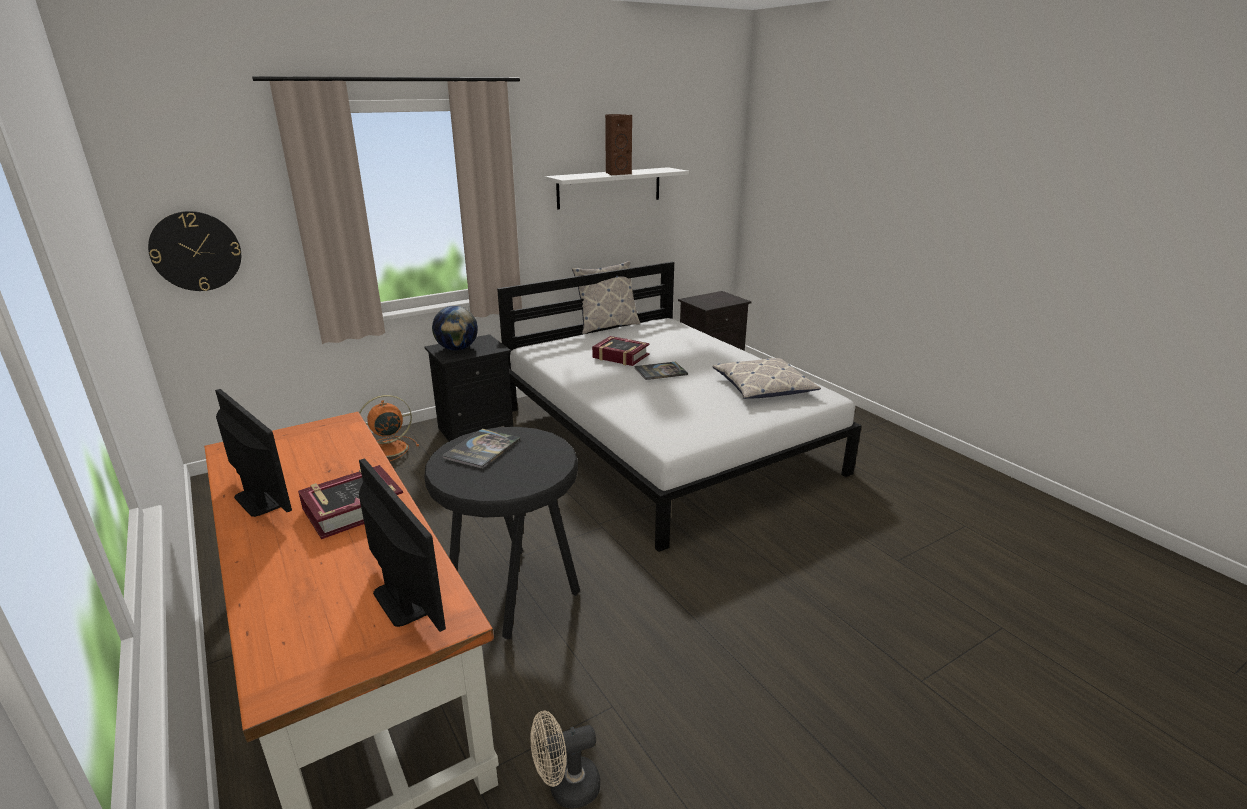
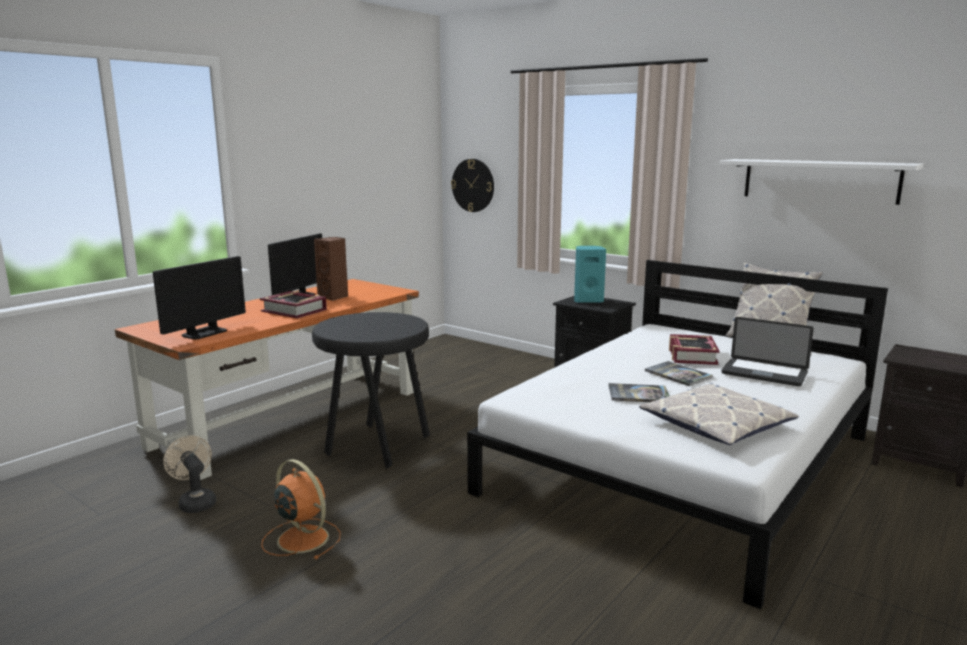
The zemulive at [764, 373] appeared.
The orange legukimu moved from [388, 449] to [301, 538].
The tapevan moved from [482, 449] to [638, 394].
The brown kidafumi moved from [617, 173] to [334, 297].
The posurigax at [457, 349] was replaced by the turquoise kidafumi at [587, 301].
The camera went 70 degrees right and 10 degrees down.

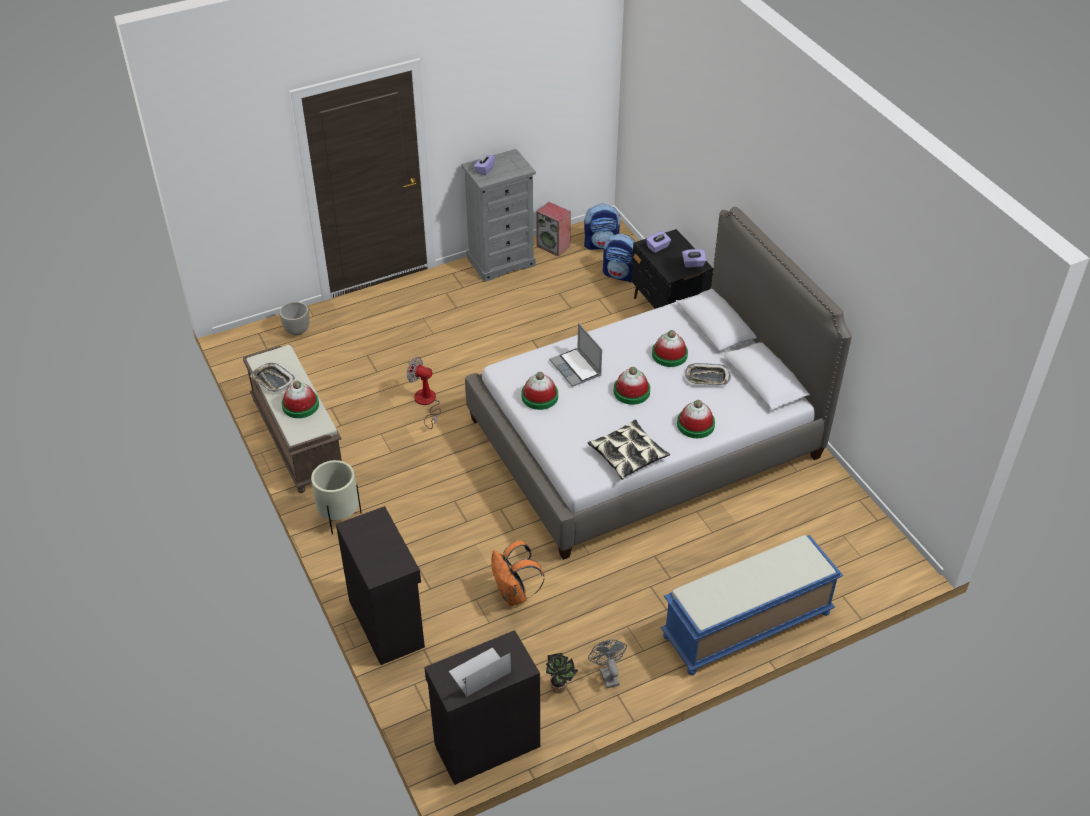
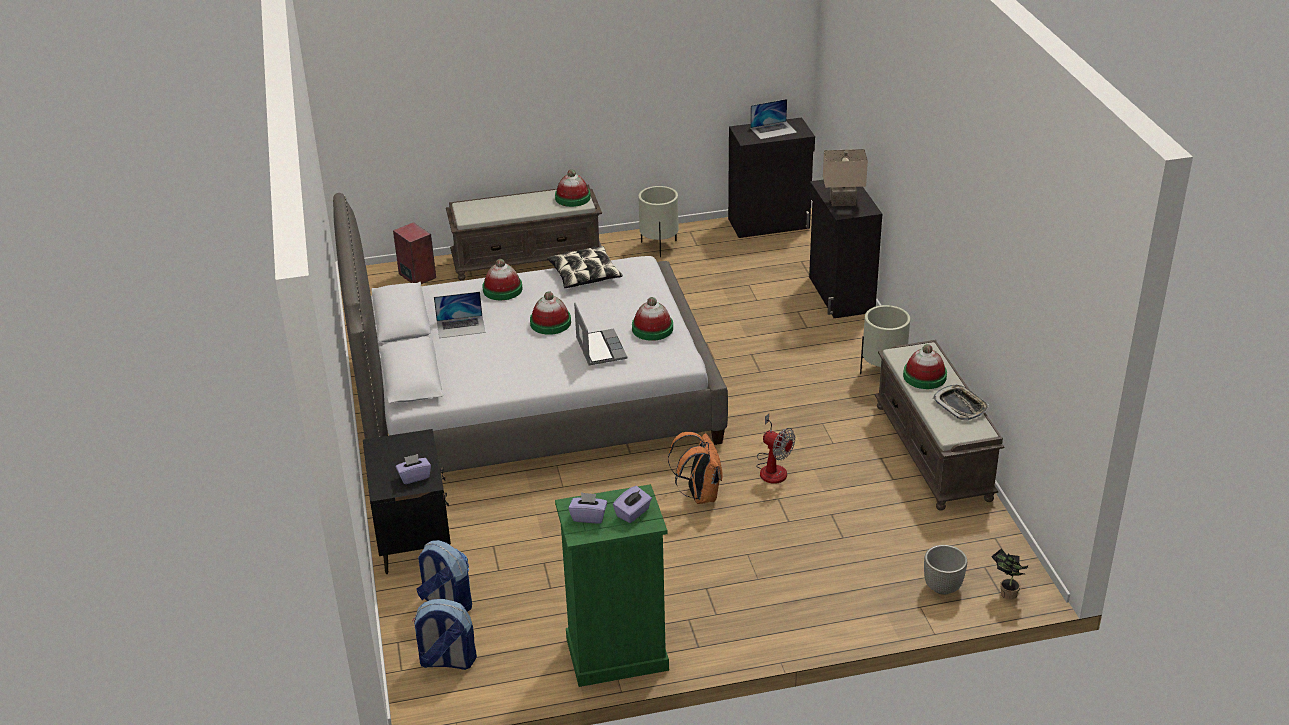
The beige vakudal at [842, 202] appeared.
The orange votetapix moved from [514, 594] to [699, 495].
The kidafumi moved from [554, 246] to [416, 276].
The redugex moved from [560, 687] to [1006, 593].
The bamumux moved from [669, 354] to [572, 198].
The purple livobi moved from [693, 264] to [588, 517].
The grey legukimu at [607, 674] was replaced by the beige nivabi at [659, 246].
The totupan at [707, 377] was replaced by the zemulive at [461, 326].
The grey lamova at [501, 261] became the green lamova at [616, 654].
The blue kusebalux at [746, 626] became the brown kusebalux at [528, 258].
The camera went 165 degrees left and 10 degrees down.

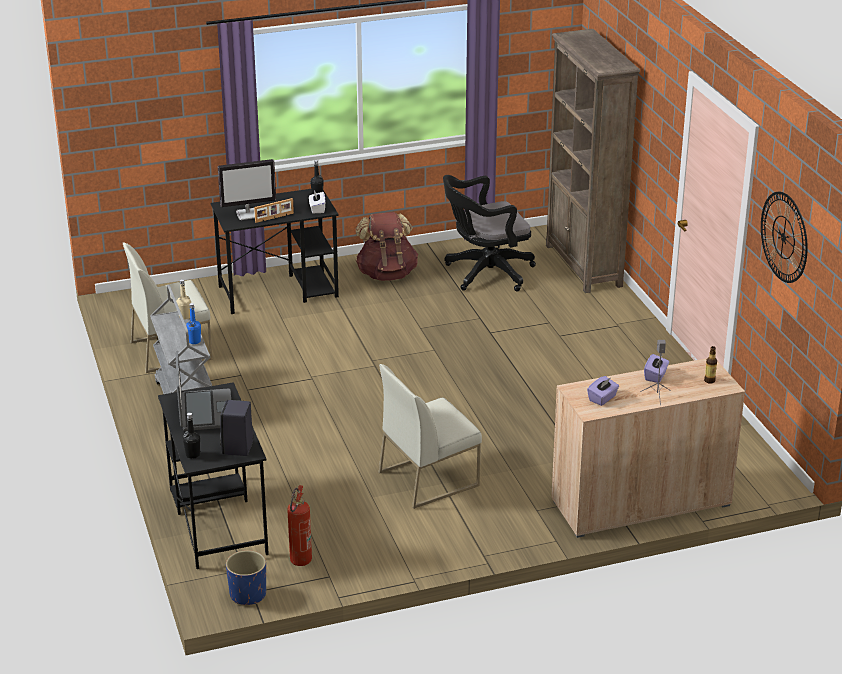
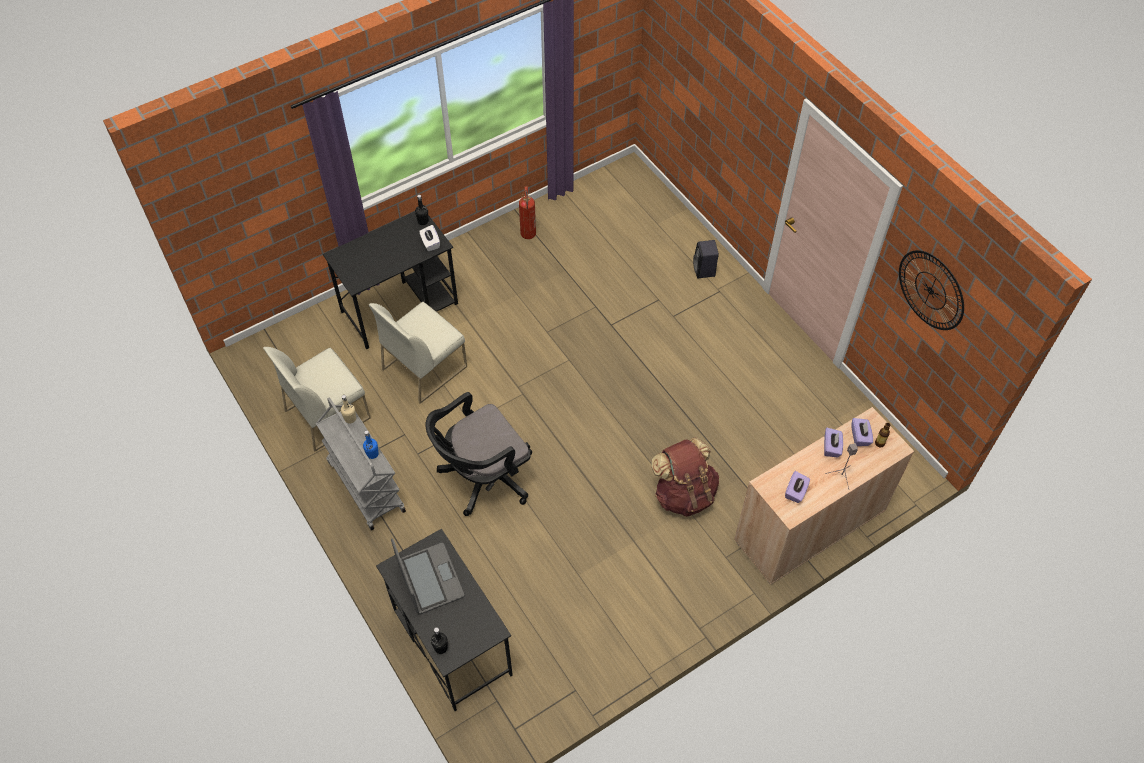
The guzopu at [248, 214] disappeared.
The blue nivabi at [248, 595] disappeared.
The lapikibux at [274, 218] disappeared.
The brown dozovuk at [583, 266] disappeared.
The purple livobi at [860, 437] appeared.
The black kidafumi moved from [237, 448] to [704, 270].
The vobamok moved from [299, 563] to [528, 237].
The brown votetapix moved from [386, 274] to [684, 493].
The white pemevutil moved from [429, 478] to [424, 367].
The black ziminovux moved from [485, 273] to [483, 478].
The camera went 15 degrees left and 25 degrees up.

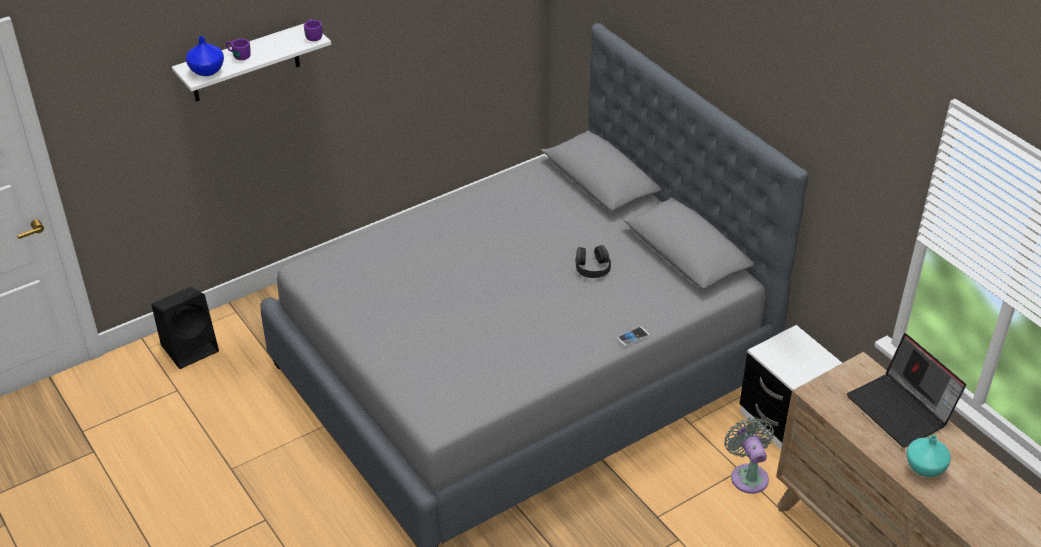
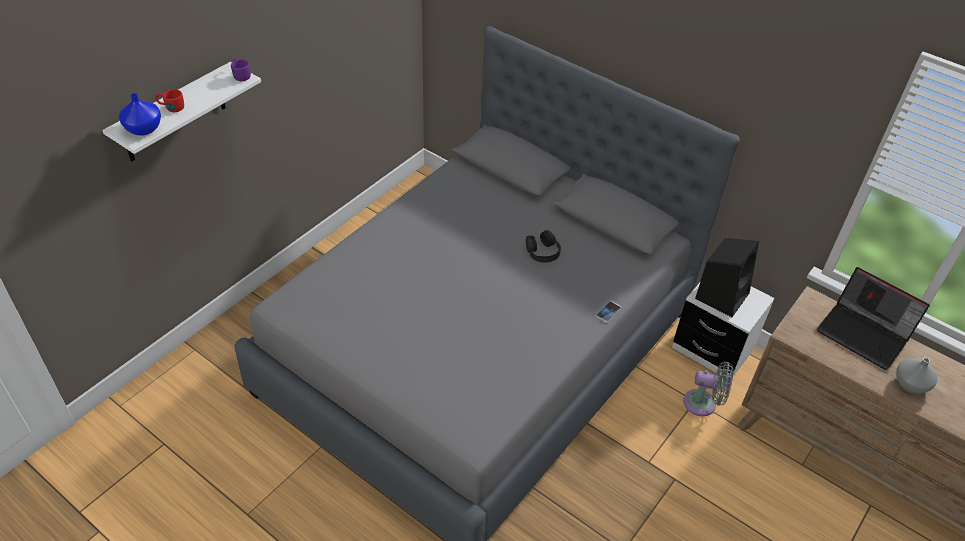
The black kidafumi moved from [191, 347] to [722, 295].
The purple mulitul at [238, 55] became the red mulitul at [171, 107].
The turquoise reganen at [924, 467] became the grey reganen at [910, 384].
The grey legukimu at [748, 475] turned 135 degrees clockwise.
The camera went 20 degrees left and 5 degrees up.

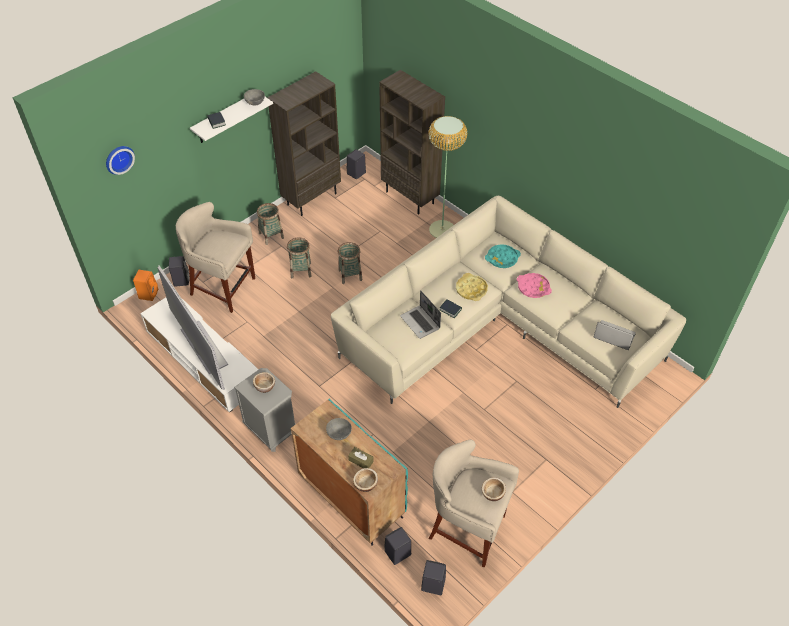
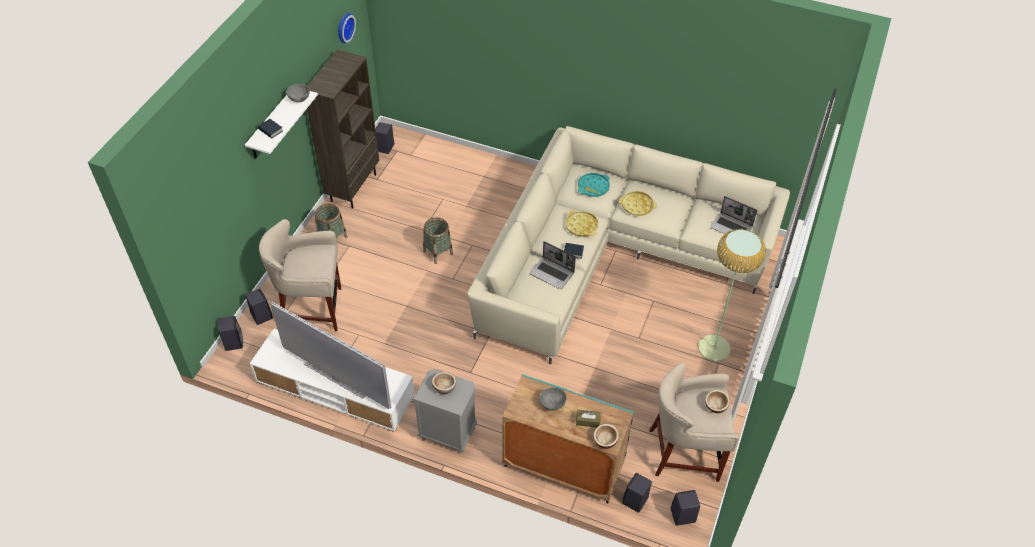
The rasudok at [301, 270] disappeared.
The brown dozovuk at [410, 197] disappeared.
The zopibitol moved from [118, 159] to [344, 27].
The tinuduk moved from [442, 230] to [714, 348].
The orange kidafumi at [148, 293] became the black kidafumi at [233, 342].
The pink totupan at [533, 287] became the yellow totupan at [637, 206].
The zemulive at [613, 336] turned 150 degrees counterclockwise.
The camera went 25 degrees left and 0 degrees up.

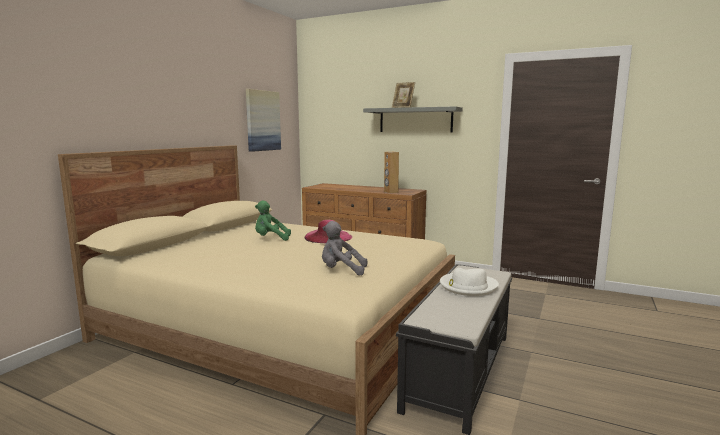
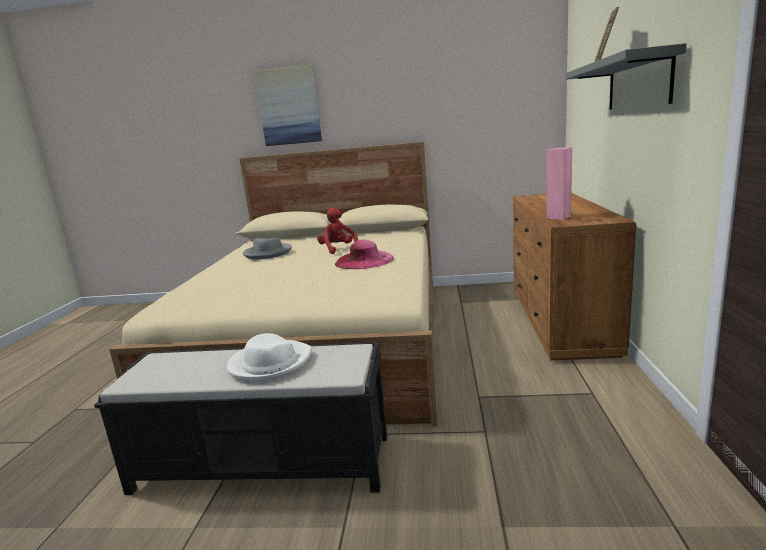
The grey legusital at [341, 271] disappeared.
The grey bamumux at [267, 253] appeared.
The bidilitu moved from [262, 120] to [289, 106].
The green legusital at [271, 239] became the red legusital at [338, 250].
The brown kidafumi at [391, 192] became the pink kidafumi at [558, 217].
The camera went 70 degrees right and 5 degrees up.

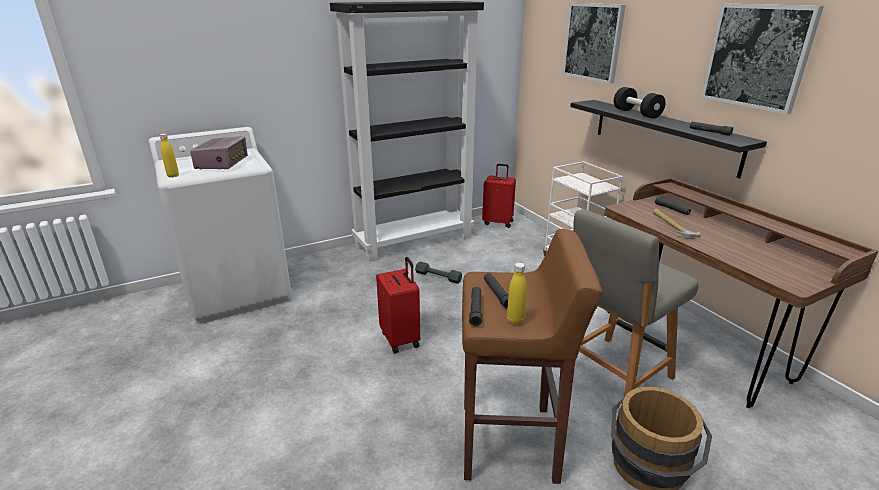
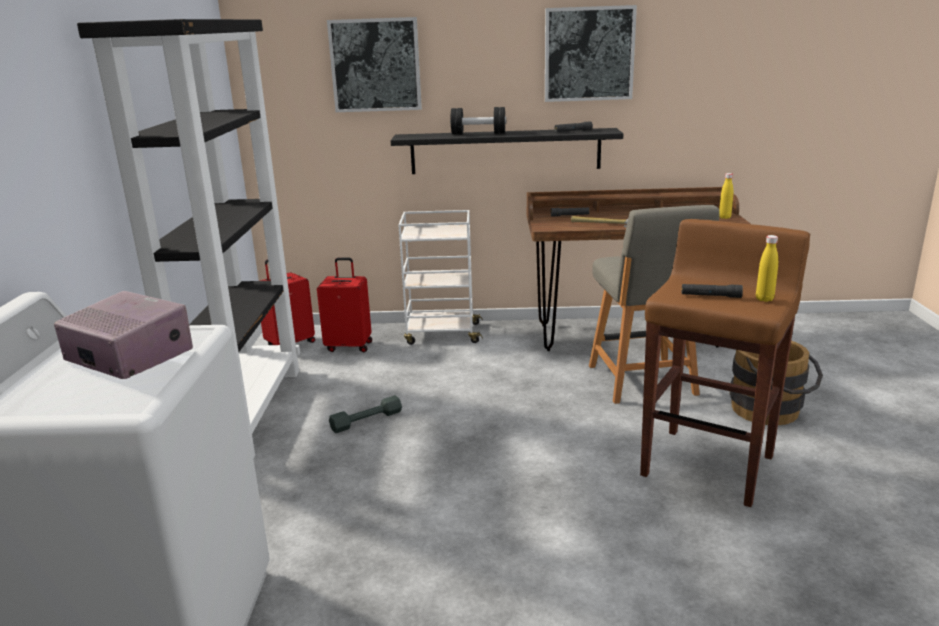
The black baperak at [475, 310] disappeared.
The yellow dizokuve moved from [173, 176] to [724, 217].
The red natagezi moved from [401, 339] to [349, 346].
The camera went 60 degrees left and 5 degrees down.

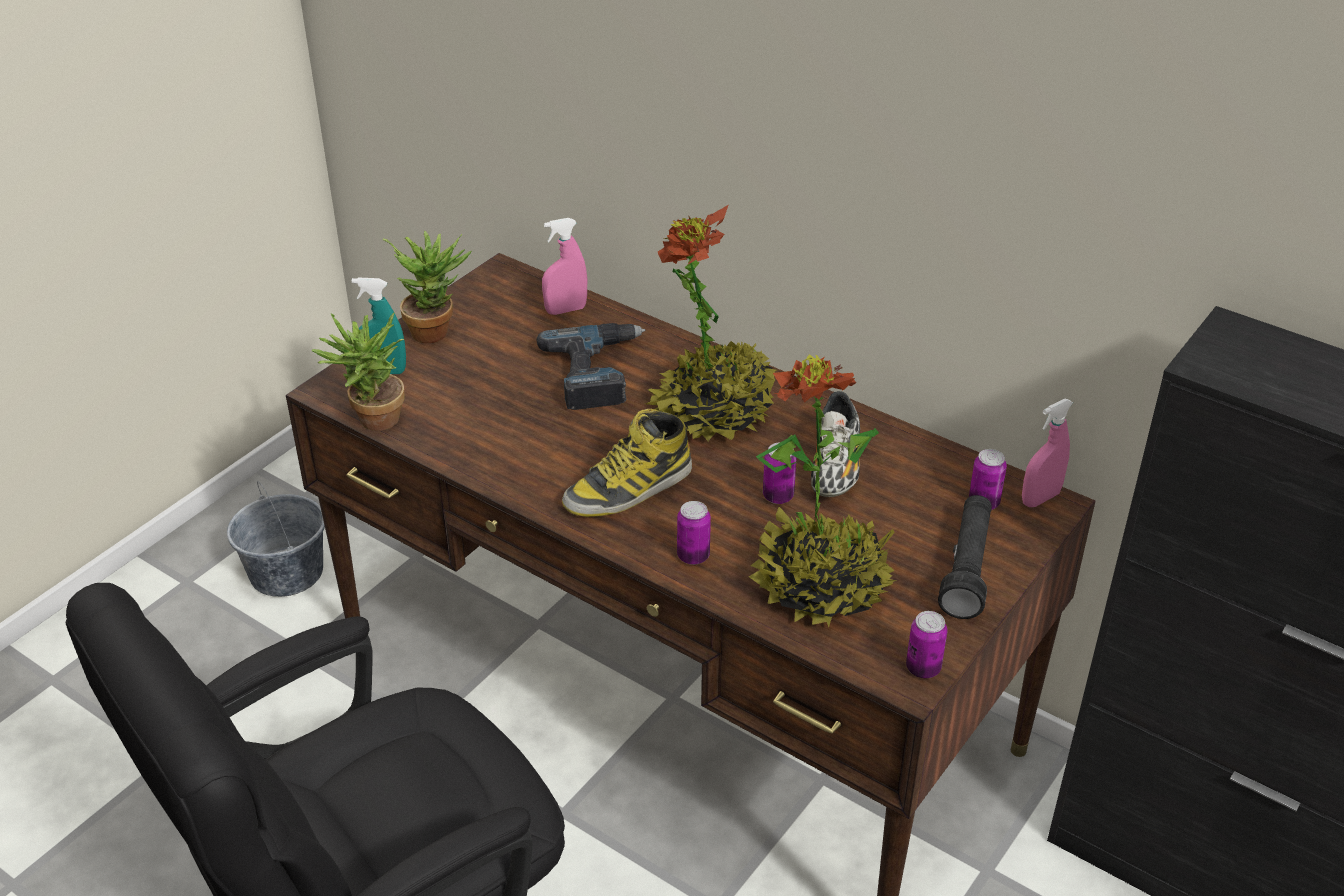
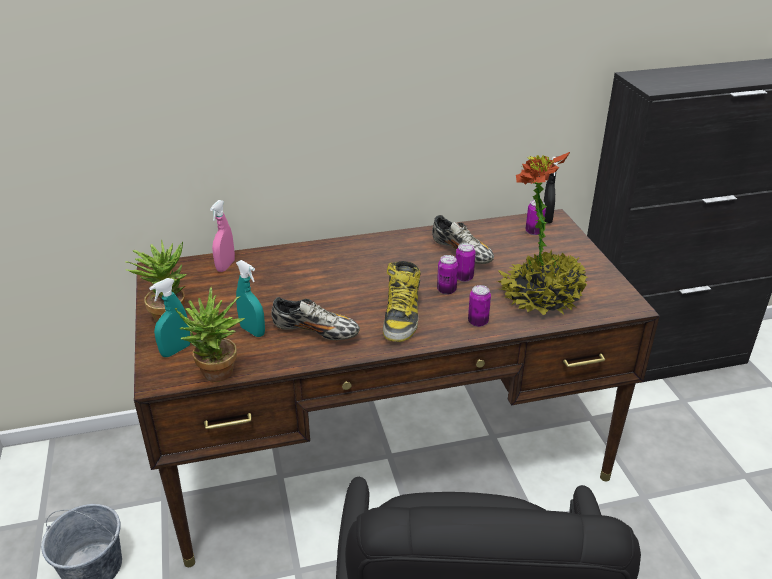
The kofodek at [598, 372] disappeared.
The redugex at [713, 411] disappeared.
The black baperak at [967, 568] disappeared.
The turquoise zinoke at [252, 331] appeared.
The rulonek at [316, 332] appeared.
The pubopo moved from [923, 668] to [446, 290].
The pink zinoke at [1040, 498] became the black zinoke at [547, 218].
The camera went 50 degrees left and 5 degrees down.

